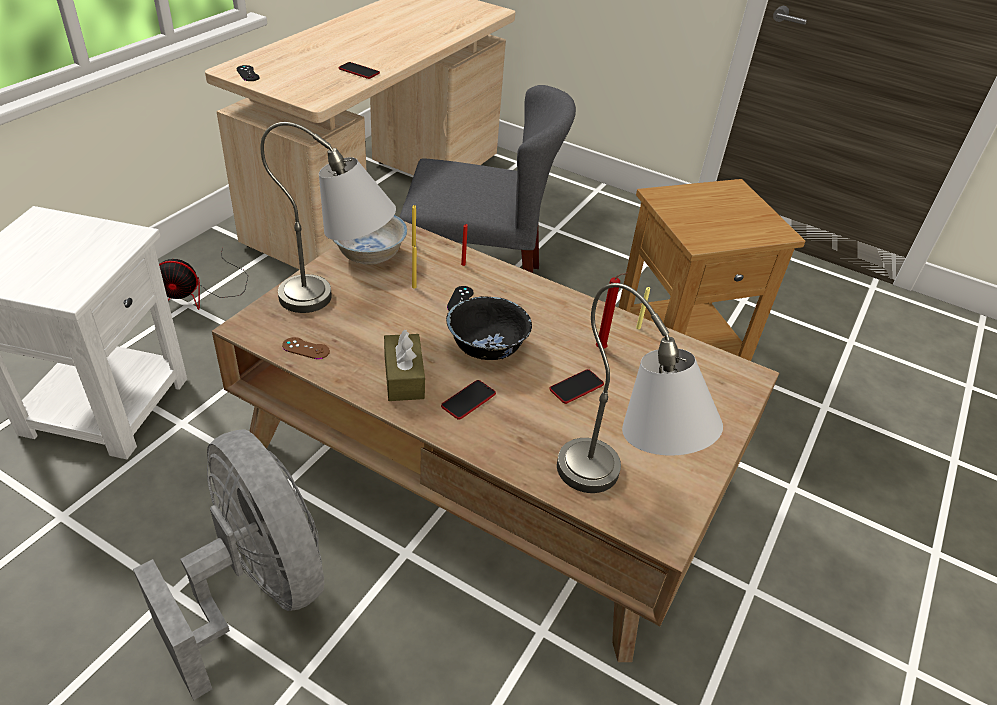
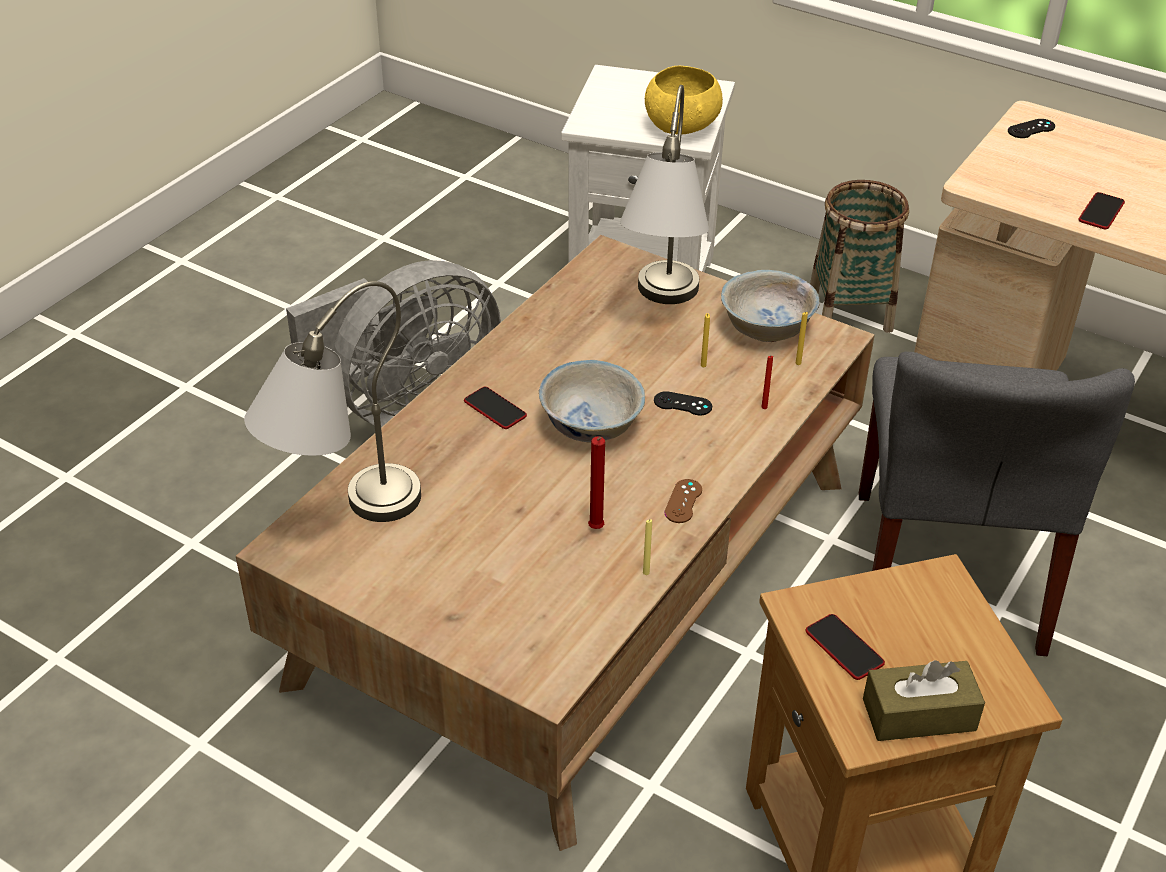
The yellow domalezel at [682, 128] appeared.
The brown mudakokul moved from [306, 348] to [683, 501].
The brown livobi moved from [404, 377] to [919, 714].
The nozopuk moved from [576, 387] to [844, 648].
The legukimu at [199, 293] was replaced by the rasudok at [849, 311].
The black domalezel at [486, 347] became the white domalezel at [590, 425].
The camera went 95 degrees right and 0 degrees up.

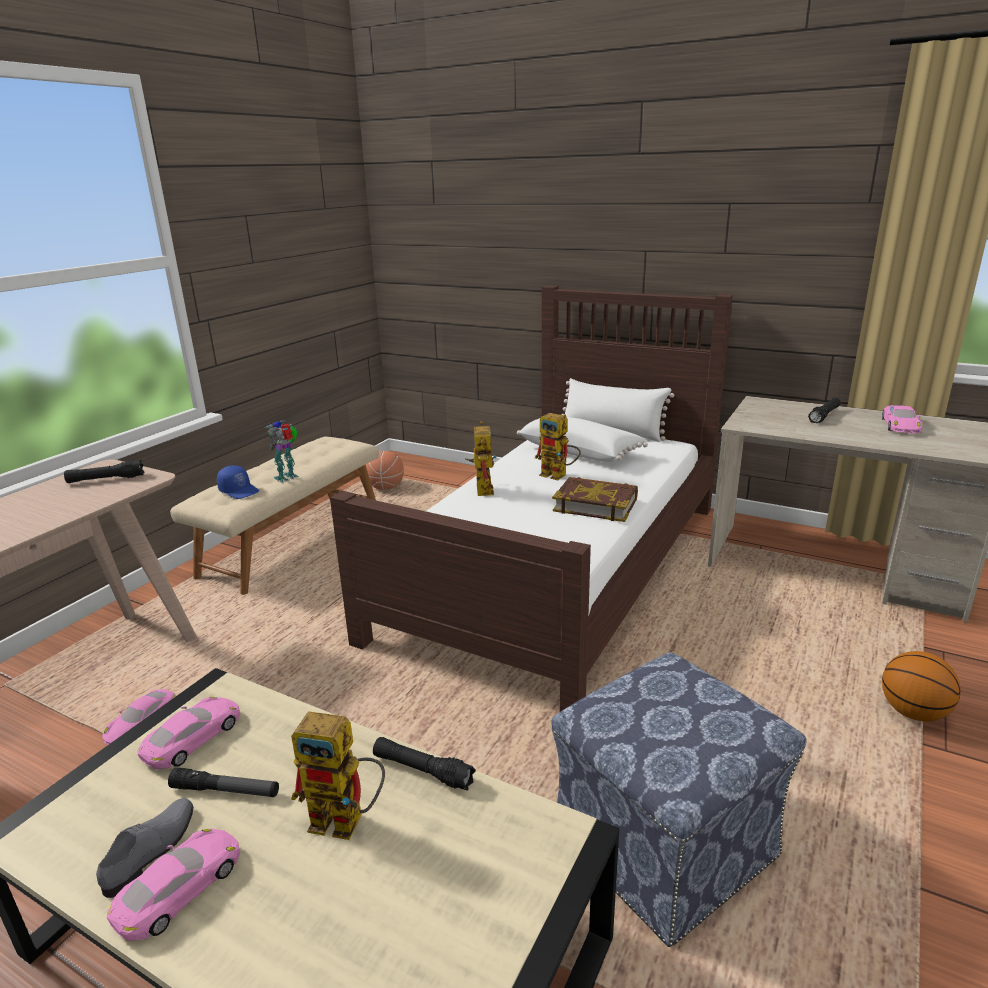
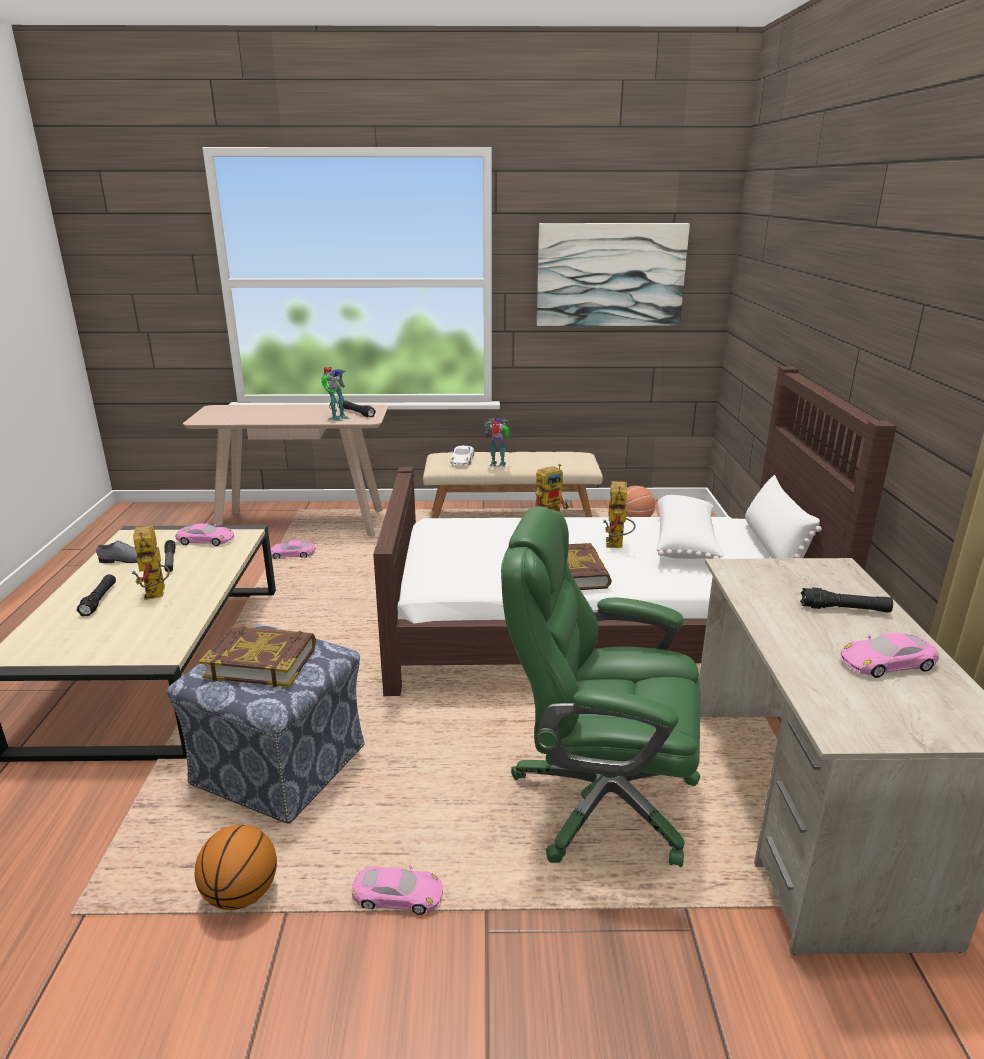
The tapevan at [261, 662] appeared.
The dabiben at [337, 418] appeared.
The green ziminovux at [600, 799] appeared.
The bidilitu at [610, 275] appeared.
The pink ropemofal moved from [179, 888] to [398, 895].
The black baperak moved from [422, 771] to [99, 600].
The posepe moved from [913, 712] to [241, 894].
The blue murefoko at [239, 491] was replaced by the white ropemofal at [462, 459].
The camera went 60 degrees right and 0 degrees up.

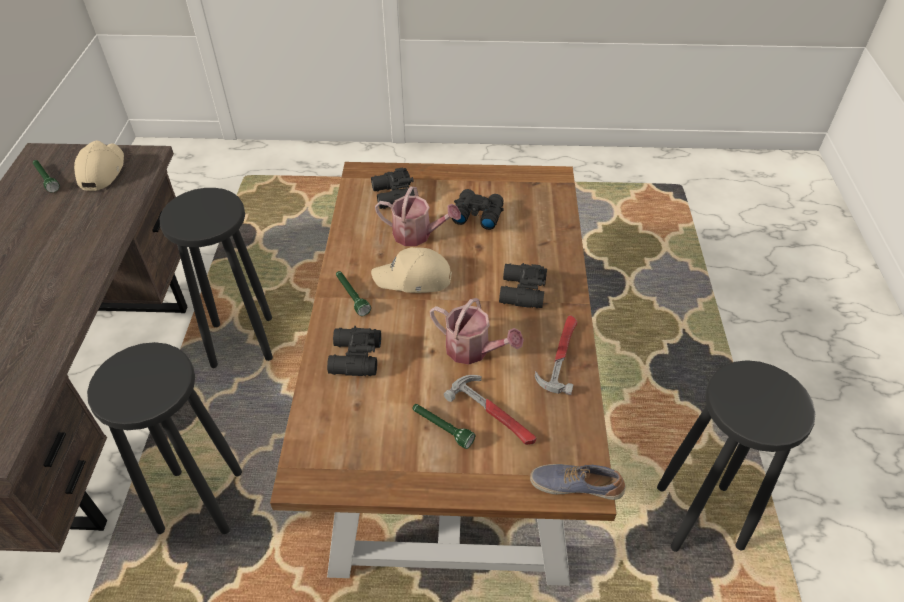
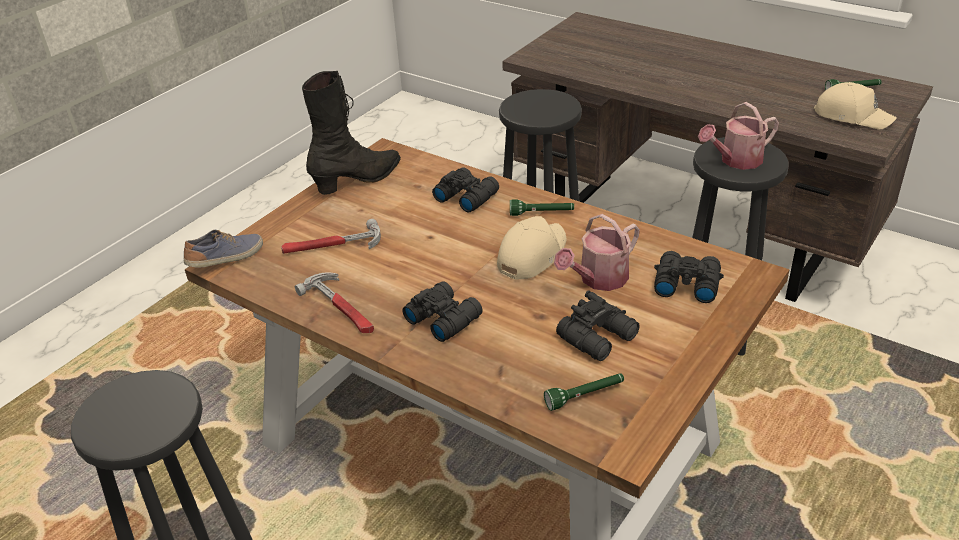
The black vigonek at [358, 180] appeared.
The green baperak moved from [441, 428] to [585, 396].
The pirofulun moved from [473, 350] to [736, 160].
The camera went 125 degrees right and 10 degrees down.

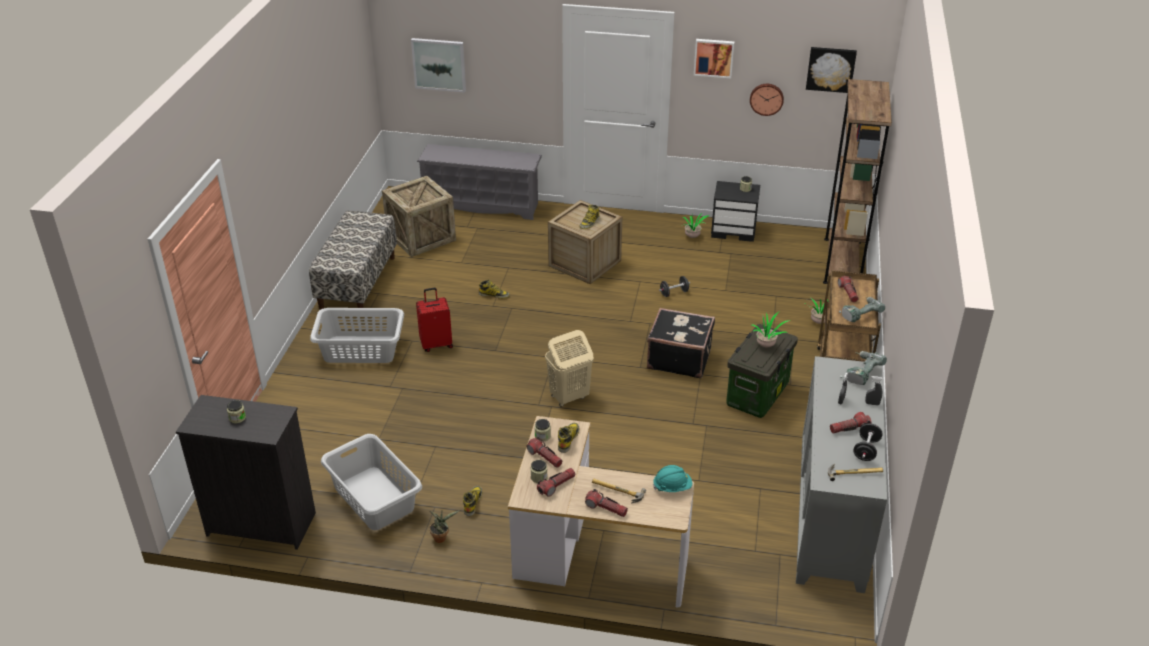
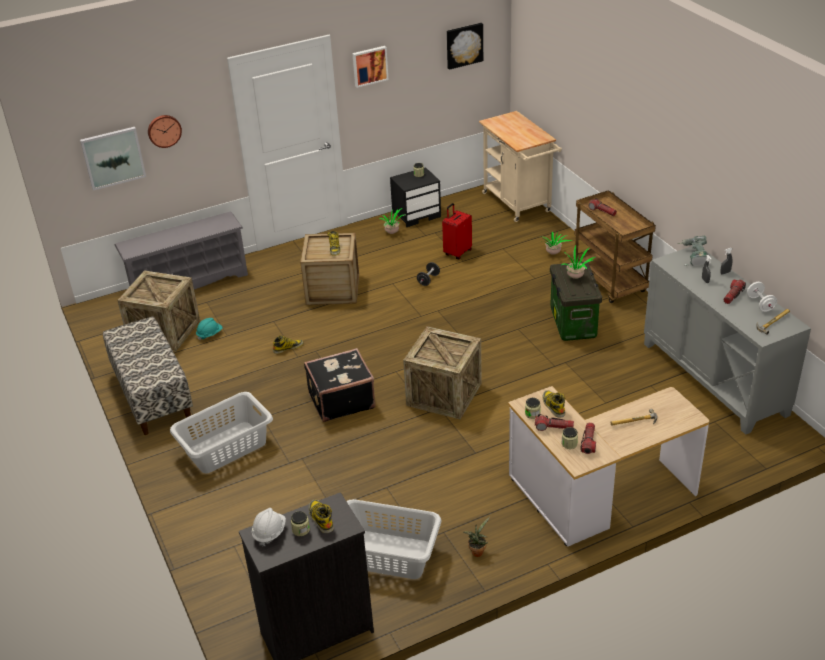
The baperak at [606, 508] disappeared.
The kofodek at [860, 314] disappeared.
The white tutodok at [269, 532] appeared.
The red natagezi moved from [436, 344] to [457, 252].
The vigonek moved from [472, 502] to [320, 518].
The black natagezi moved from [679, 358] to [340, 400].
The turquoise tutodok moved from [672, 487] to [209, 334].
The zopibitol moved from [766, 98] to [164, 130].
The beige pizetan at [569, 397] was replaced by the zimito at [444, 394].
The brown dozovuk at [842, 262] was replaced by the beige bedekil at [519, 204].
The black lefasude at [866, 450] became the white lefasude at [760, 304].
The camera went 35 degrees left and 0 degrees up.

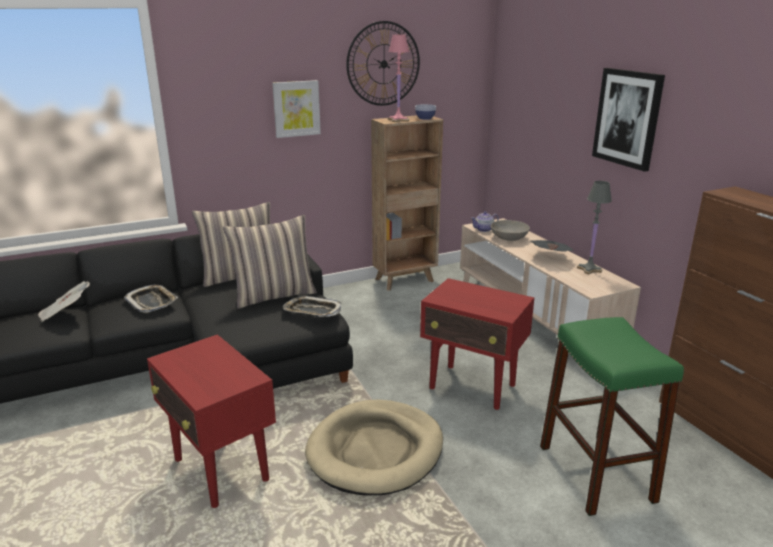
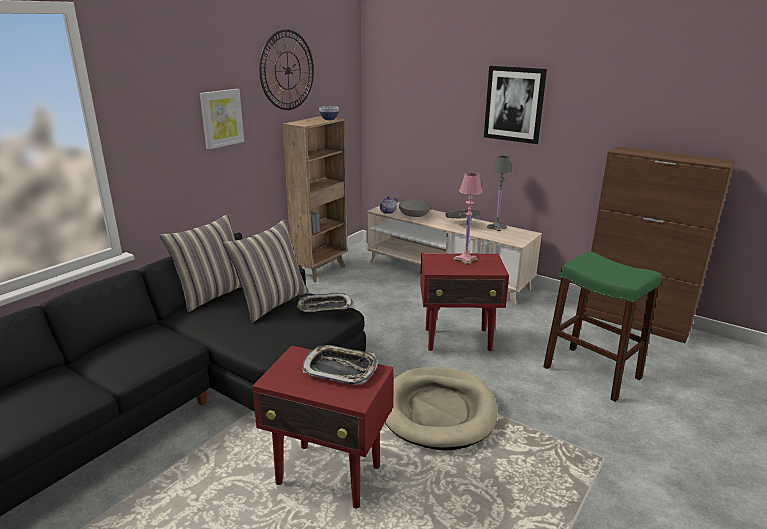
The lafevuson at [65, 314] disappeared.
The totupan moved from [152, 302] to [340, 369].
The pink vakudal moved from [398, 120] to [466, 259].
The camera went 30 degrees left and 0 degrees up.

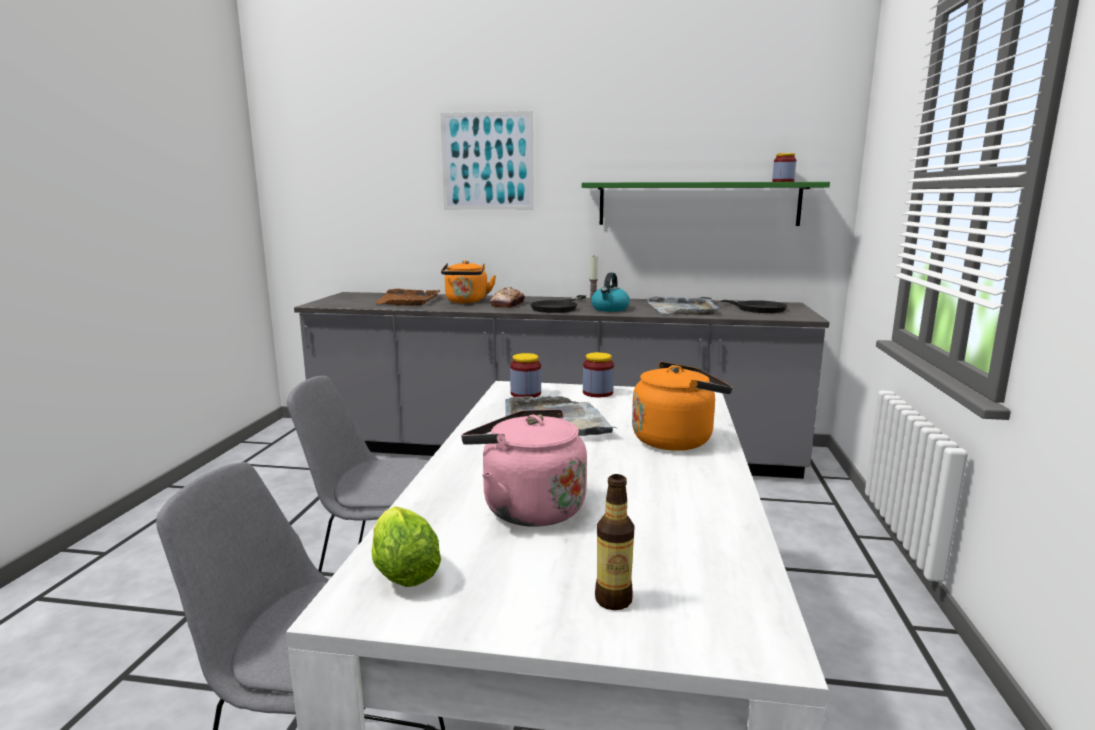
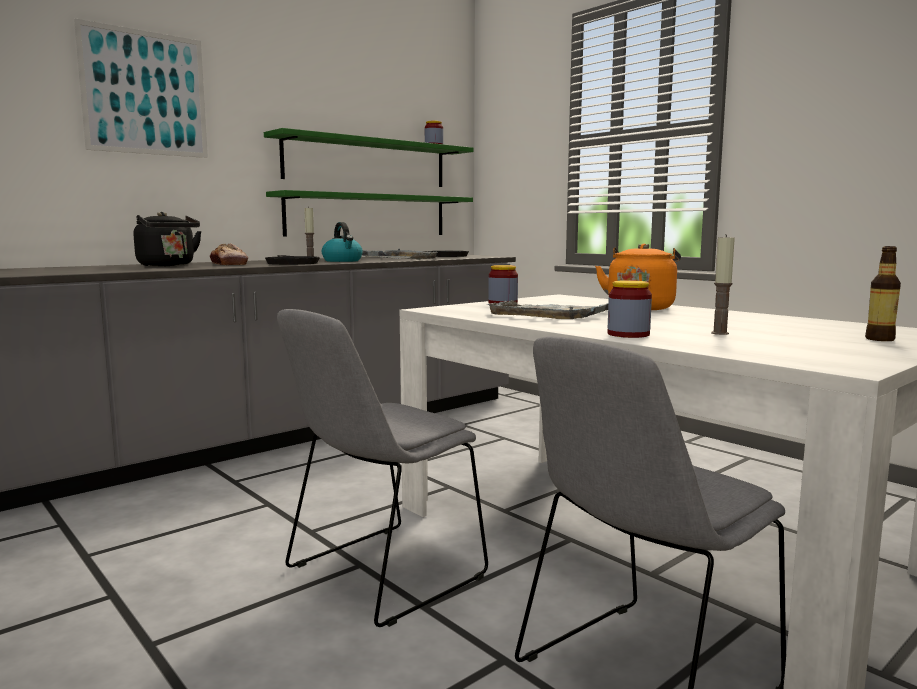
The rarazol at [402, 569] disappeared.
The brown totupan at [407, 300] disappeared.
The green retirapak at [368, 215] appeared.
The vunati moved from [525, 394] to [628, 334].
The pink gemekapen at [527, 508] was replaced by the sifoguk at [720, 333].
The orange gemekapen at [466, 302] became the black gemekapen at [168, 266].
The camera went 50 degrees left and 5 degrees down.

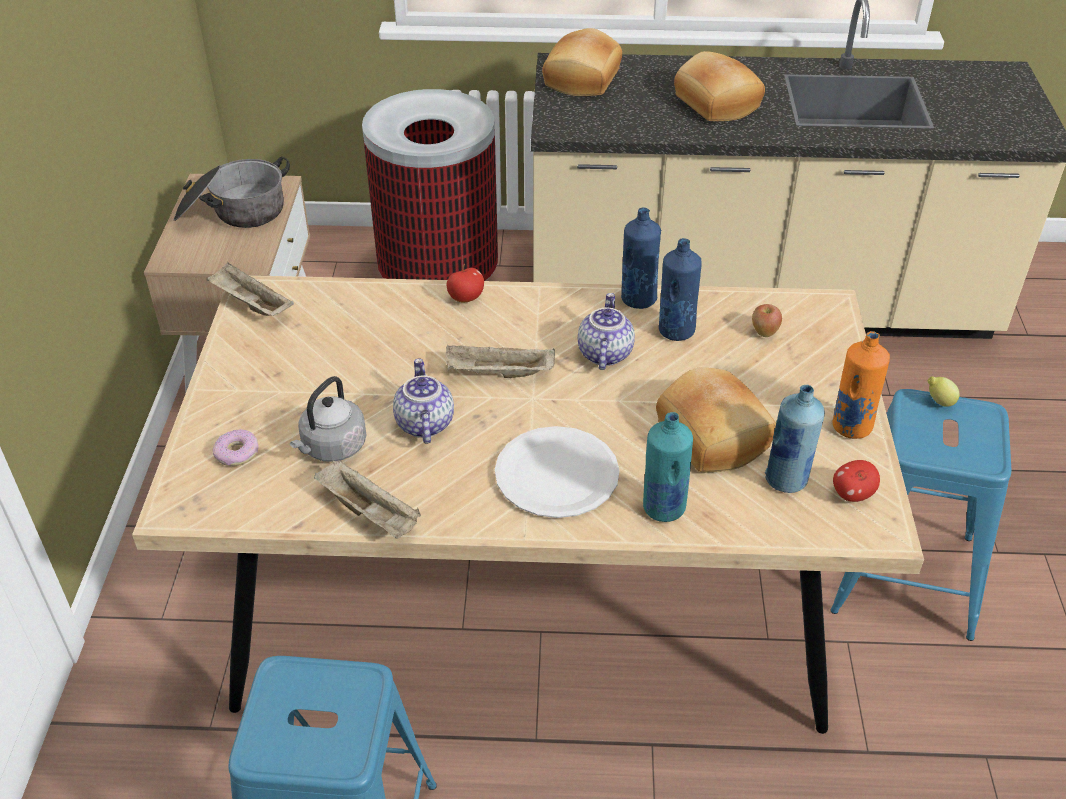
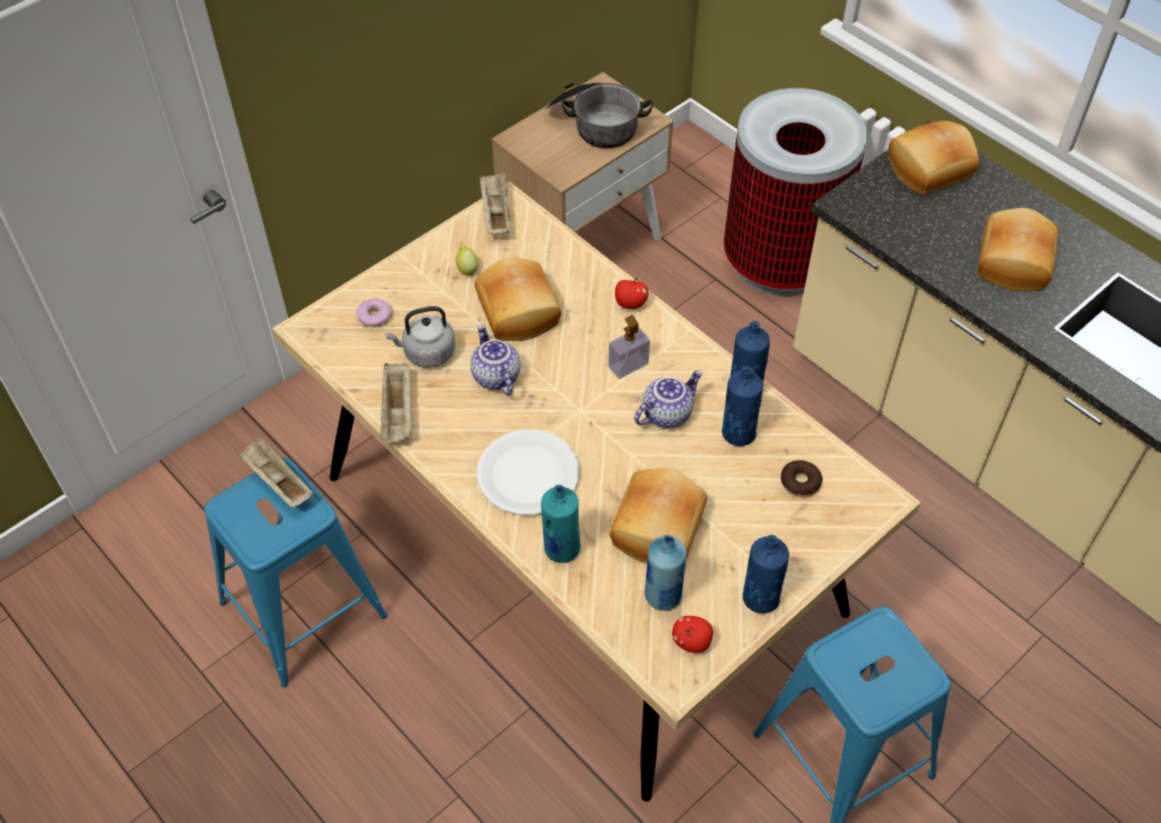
The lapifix at [520, 311] appeared.
The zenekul at [628, 365] appeared.
The beige totupan moved from [498, 374] to [277, 481].
The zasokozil moved from [939, 402] to [467, 269].
The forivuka at [764, 332] was replaced by the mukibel at [800, 482].
The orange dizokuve at [851, 426] became the blue dizokuve at [760, 598].
The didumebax at [423, 423] turned 60 degrees counterclockwise.
The camera went 45 degrees right and 10 degrees up.

